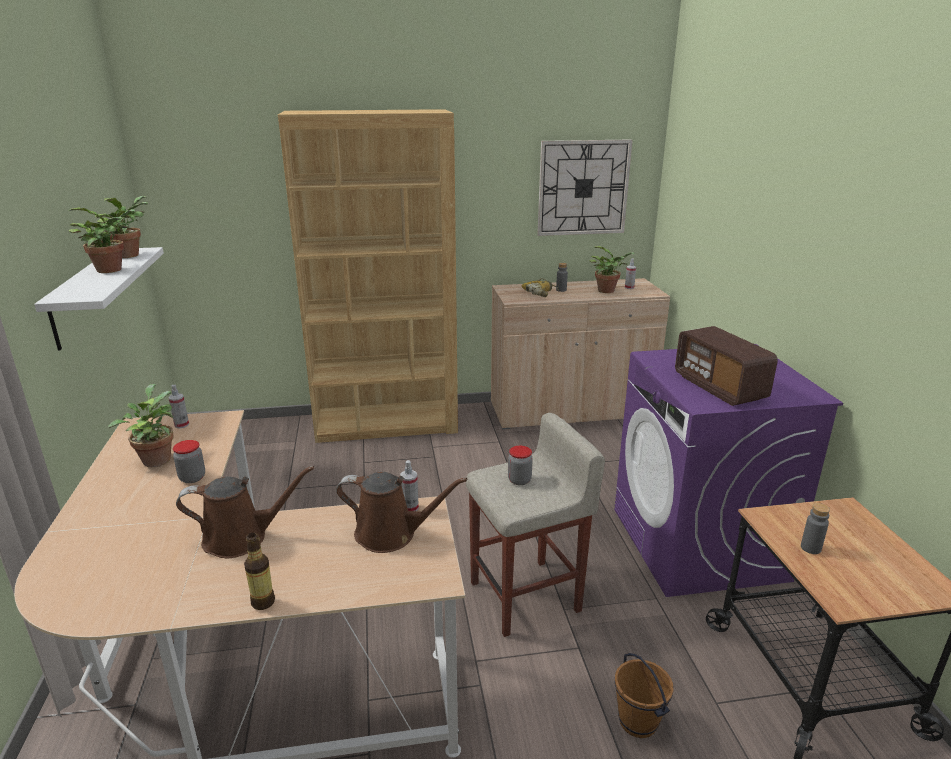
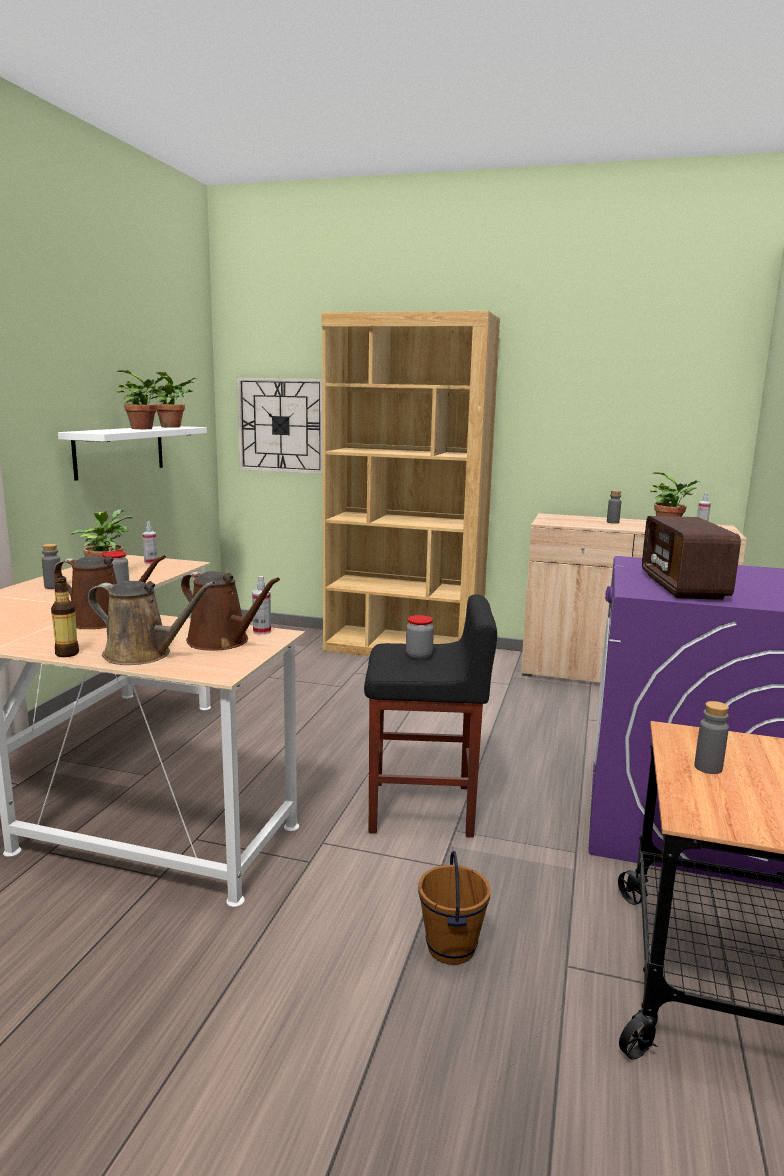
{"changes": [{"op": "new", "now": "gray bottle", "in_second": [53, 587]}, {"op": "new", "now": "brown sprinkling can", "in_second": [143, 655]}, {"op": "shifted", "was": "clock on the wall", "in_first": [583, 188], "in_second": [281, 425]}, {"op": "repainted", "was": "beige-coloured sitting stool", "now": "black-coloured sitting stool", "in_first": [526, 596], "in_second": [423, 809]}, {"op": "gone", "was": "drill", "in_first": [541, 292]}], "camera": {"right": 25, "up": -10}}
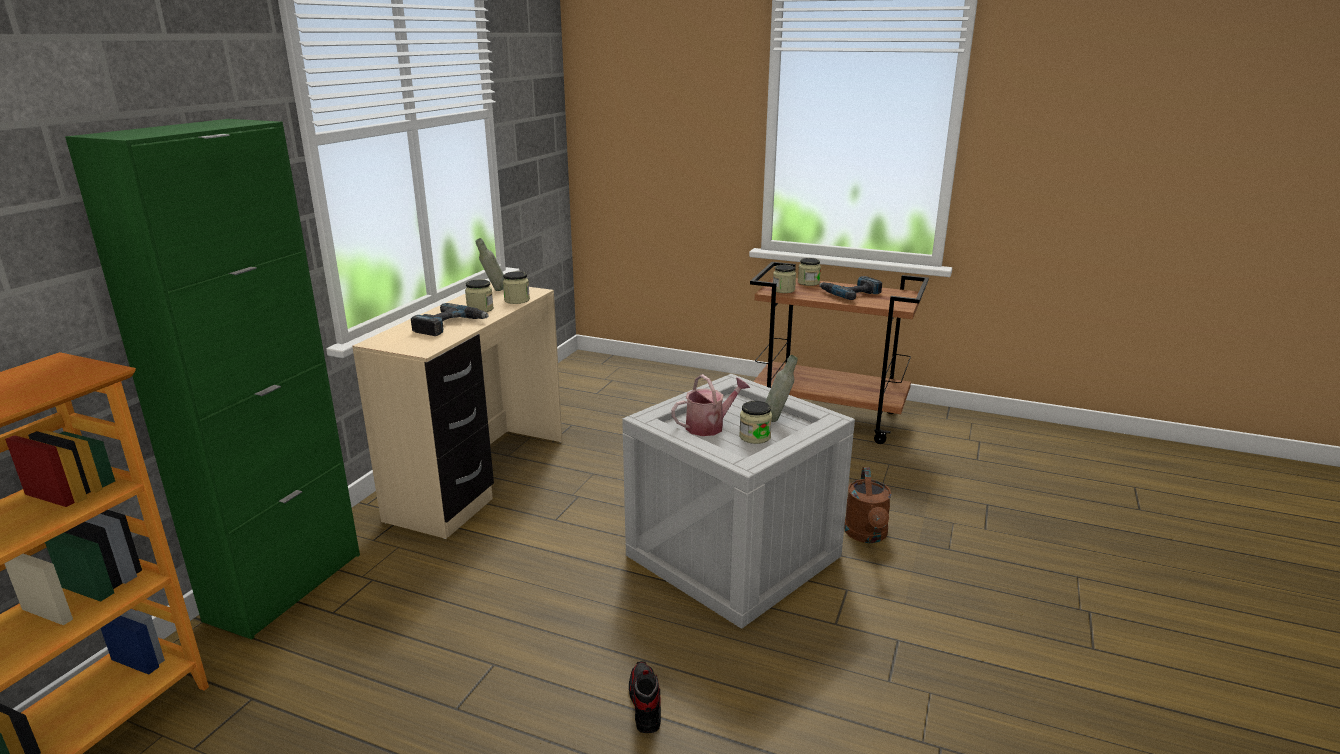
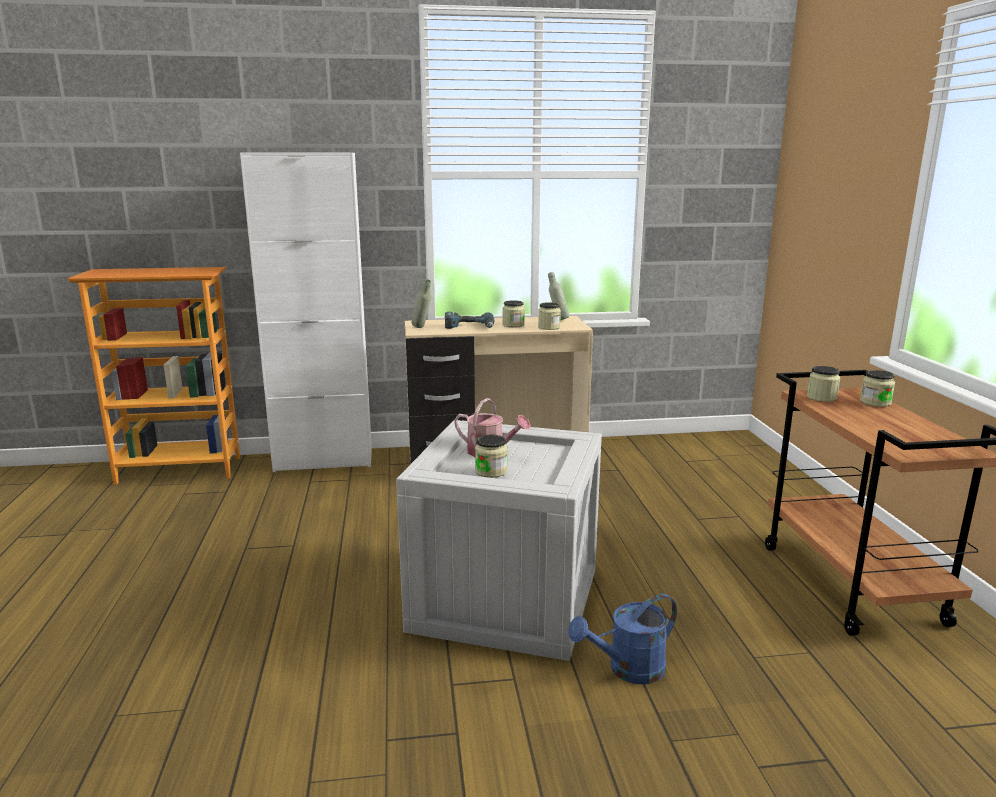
{"changes": [{"op": "repainted", "was": "green cupboard", "now": "whitish cupboard", "in_first": [285, 586], "in_second": [324, 461]}, {"op": "shifted", "was": "gray bottle", "in_first": [777, 419], "in_second": [422, 328]}, {"op": "repainted", "was": "brown sprinkling can", "now": "bluish sprinkling can", "in_first": [867, 535], "in_second": [628, 670]}, {"op": "gone", "was": "shoe", "in_first": [645, 704]}, {"op": "gone", "was": "drill", "in_first": [850, 293]}], "camera": {"right": 60, "up": -5}}
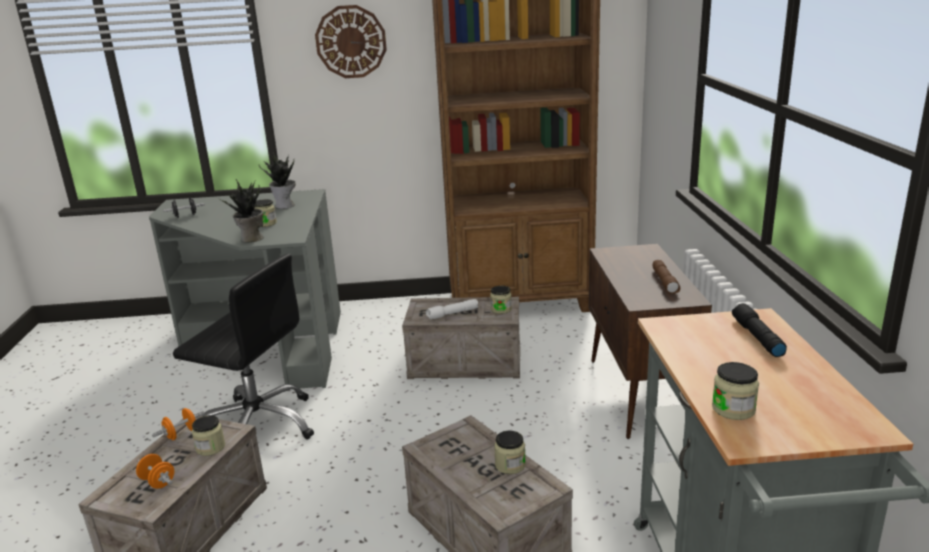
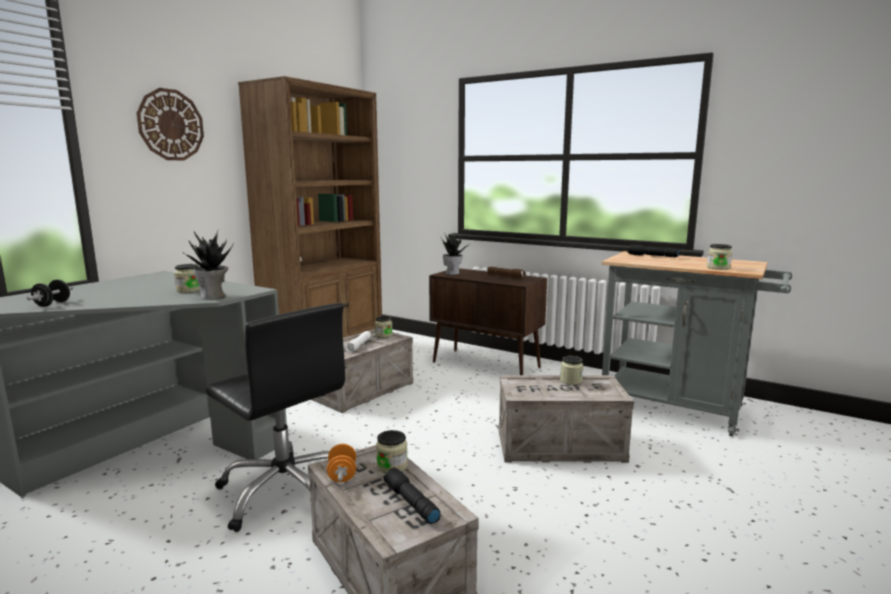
{"changes": [{"op": "rotated", "was": "black-coloured desk chair", "in_first": [258, 426], "in_second": [286, 491], "clockwise": 75}, {"op": "swapped", "was": "orange-coloured free weight", "now": "black-coloured torch", "in_first": [158, 482], "in_second": [410, 503]}, {"op": "shifted", "was": "houseplant", "in_first": [285, 206], "in_second": [452, 273]}], "camera": {"right": -55, "up": -10}}
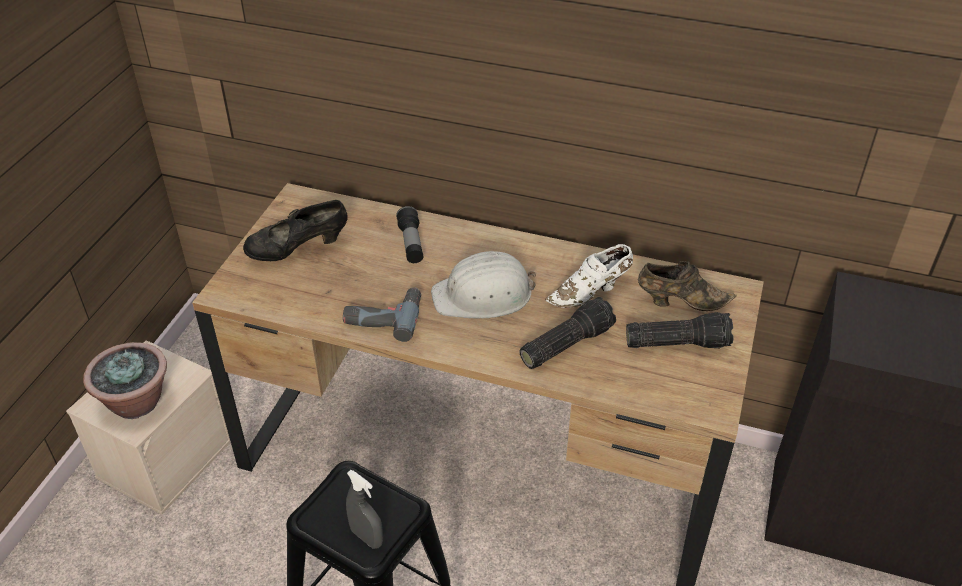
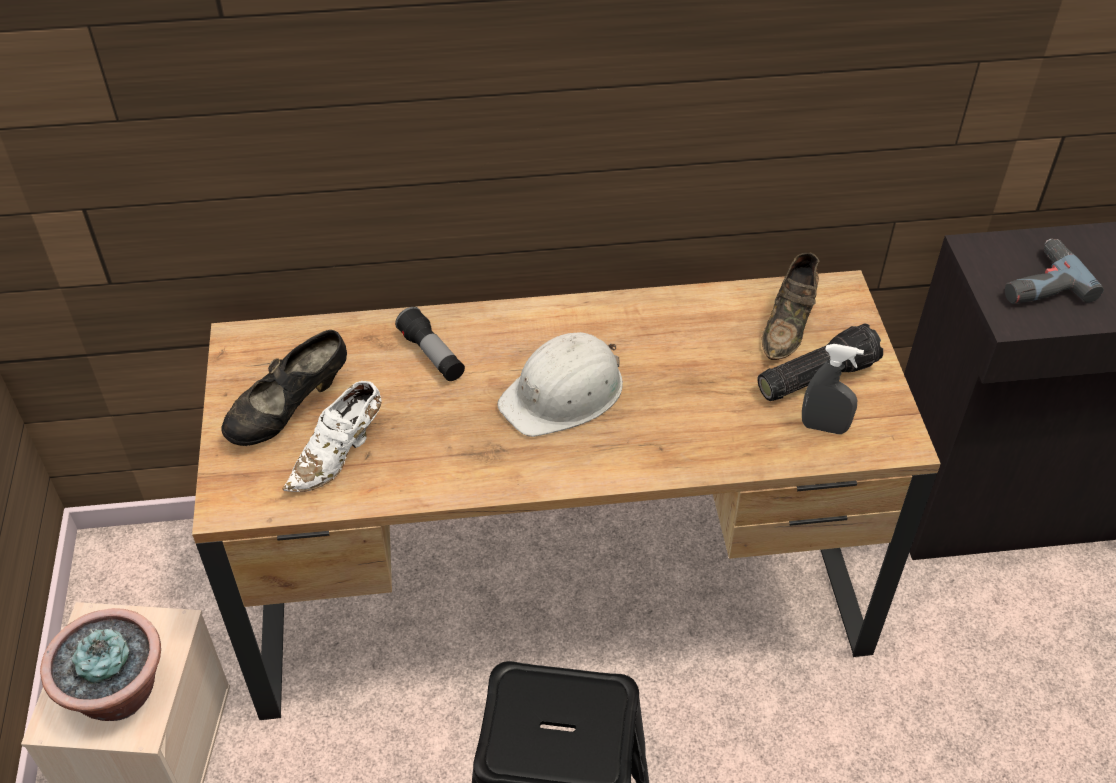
{"changes": [{"op": "shifted", "was": "whitish shoe", "in_first": [591, 292], "in_second": [339, 455]}, {"op": "rotated", "was": "brown shoe", "in_first": [680, 301], "in_second": [789, 325], "clockwise": 135}, {"op": "shifted", "was": "gray sprayer", "in_first": [367, 537], "in_second": [824, 427]}, {"op": "shifted", "was": "drill", "in_first": [384, 316], "in_second": [1038, 282]}, {"op": "gone", "was": "torch", "in_first": [565, 343]}], "camera": {"right": -25, "up": 5}}
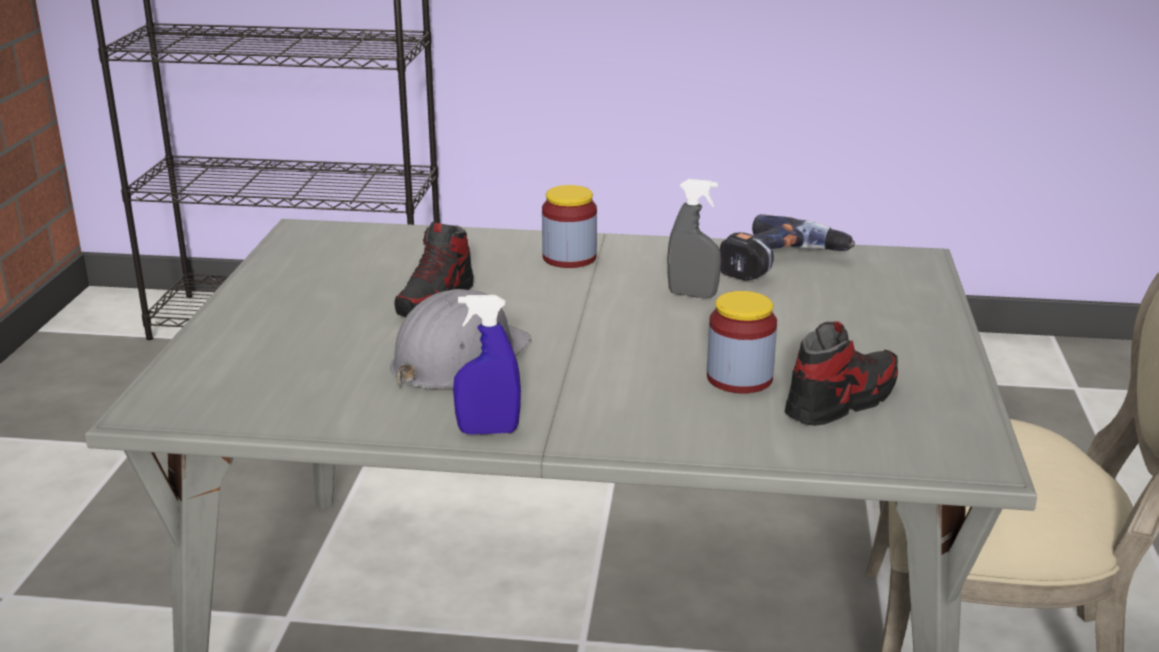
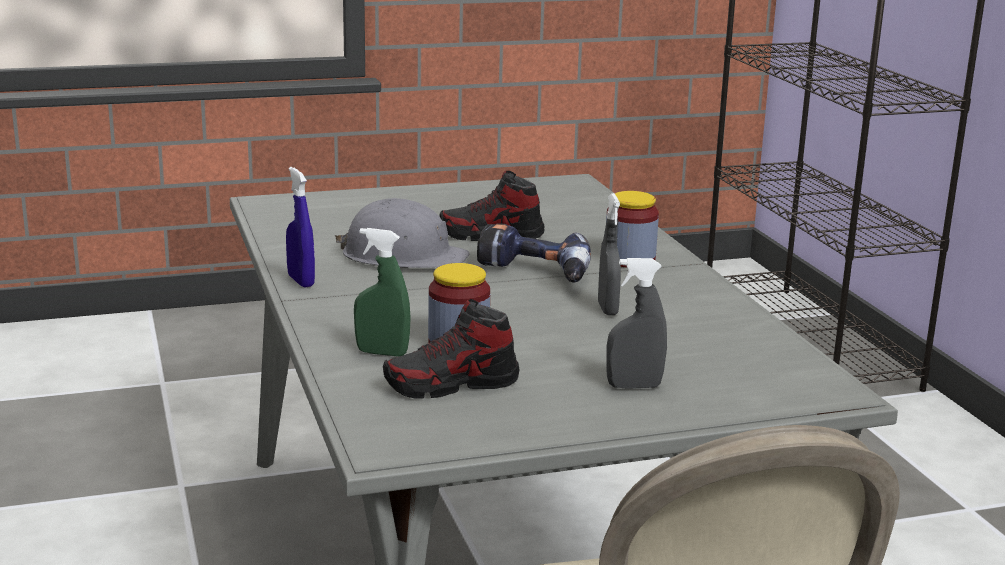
{"changes": [{"op": "new", "now": "green sprayer", "in_second": [382, 353]}, {"op": "rotated", "was": "shoe", "in_first": [841, 401], "in_second": [452, 385], "clockwise": 135}, {"op": "shifted", "was": "drill", "in_first": [781, 266], "in_second": [533, 274]}, {"op": "new", "now": "gray sprayer", "in_second": [634, 386]}], "camera": {"right": 65, "up": -5}}
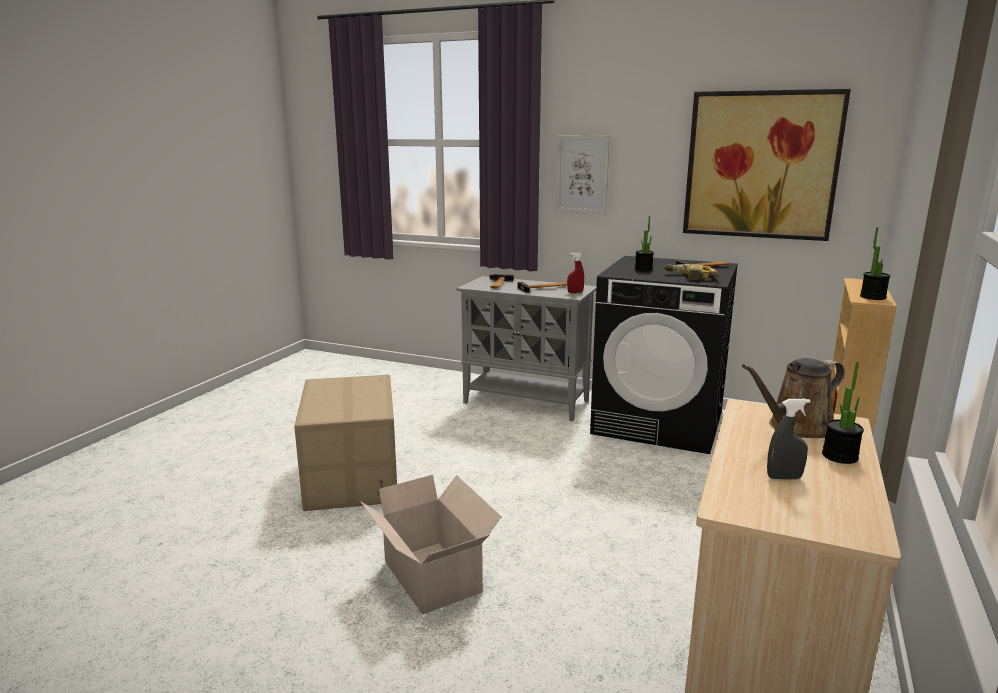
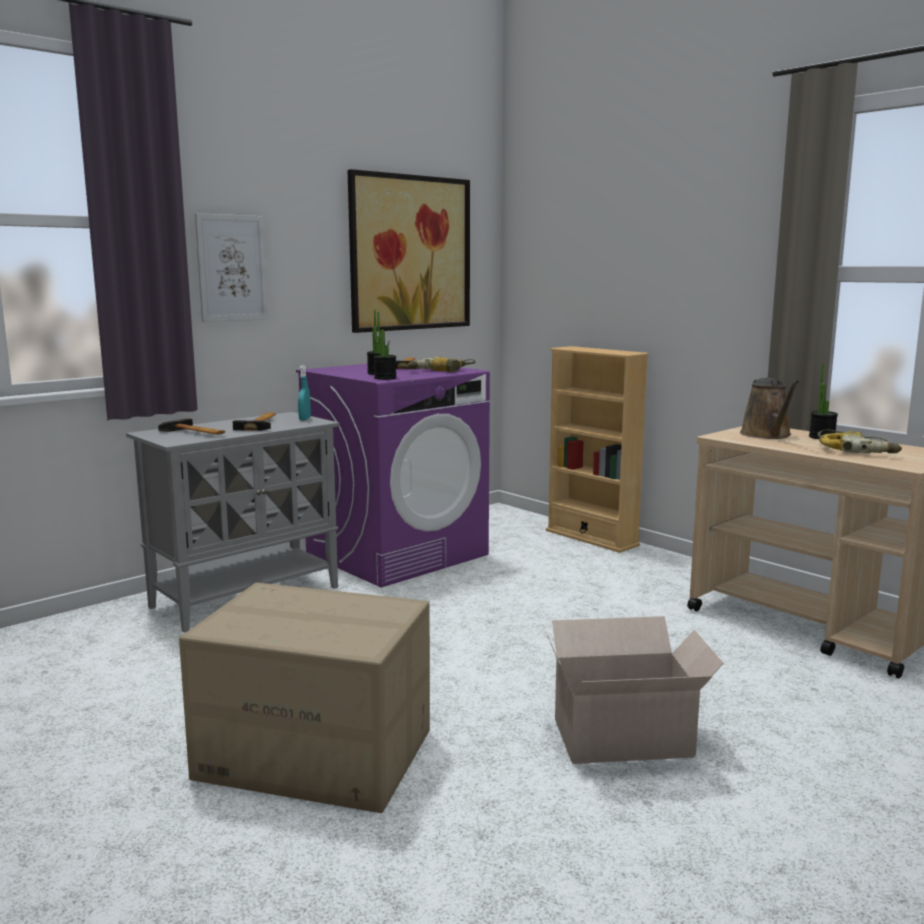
{"changes": [{"op": "repainted", "was": "black-coloured laundry machine", "now": "purple-coloured laundry machine", "in_first": [659, 422], "in_second": [397, 554]}, {"op": "repainted", "was": "reddish sprayer", "now": "turquoise-coloured sprayer", "in_first": [575, 292], "in_second": [304, 419]}, {"op": "shifted", "was": "houseplant", "in_first": [872, 297], "in_second": [385, 378]}, {"op": "swapped", "was": "gray sprayer", "now": "drill", "in_first": [784, 477], "in_second": [857, 450]}], "camera": {"right": -65, "up": -5}}
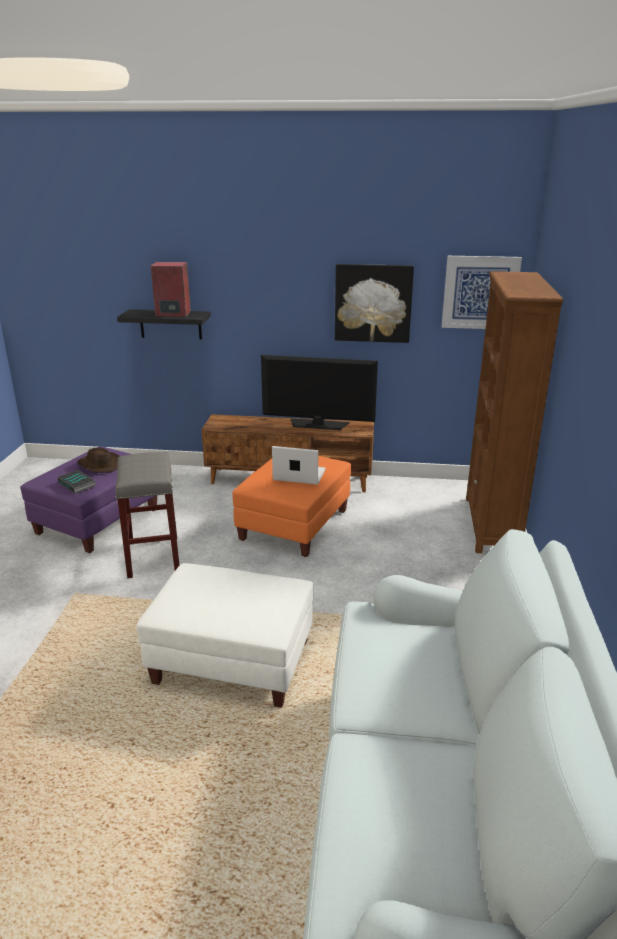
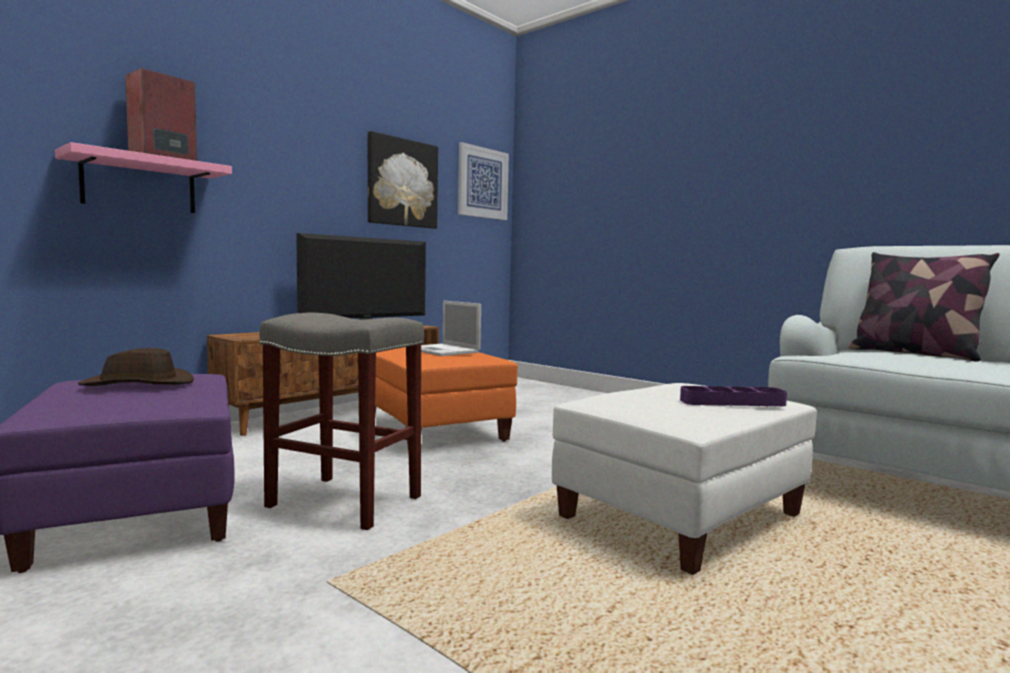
{"changes": [{"op": "repainted", "was": "black-coloured wall shelf", "now": "pinkish wall shelf", "in_first": [170, 324], "in_second": [139, 185]}, {"op": "rotated", "was": "portable computer", "in_first": [298, 475], "in_second": [444, 351], "clockwise": -90}, {"op": "new", "now": "purple-coloured serving tray", "in_second": [732, 402]}, {"op": "new", "now": "cushion", "in_second": [914, 354]}, {"op": "gone", "was": "book", "in_first": [78, 484]}, {"op": "gone", "was": "brown bookshelf", "in_first": [491, 525]}], "camera": {"right": -55, "up": -20}}
